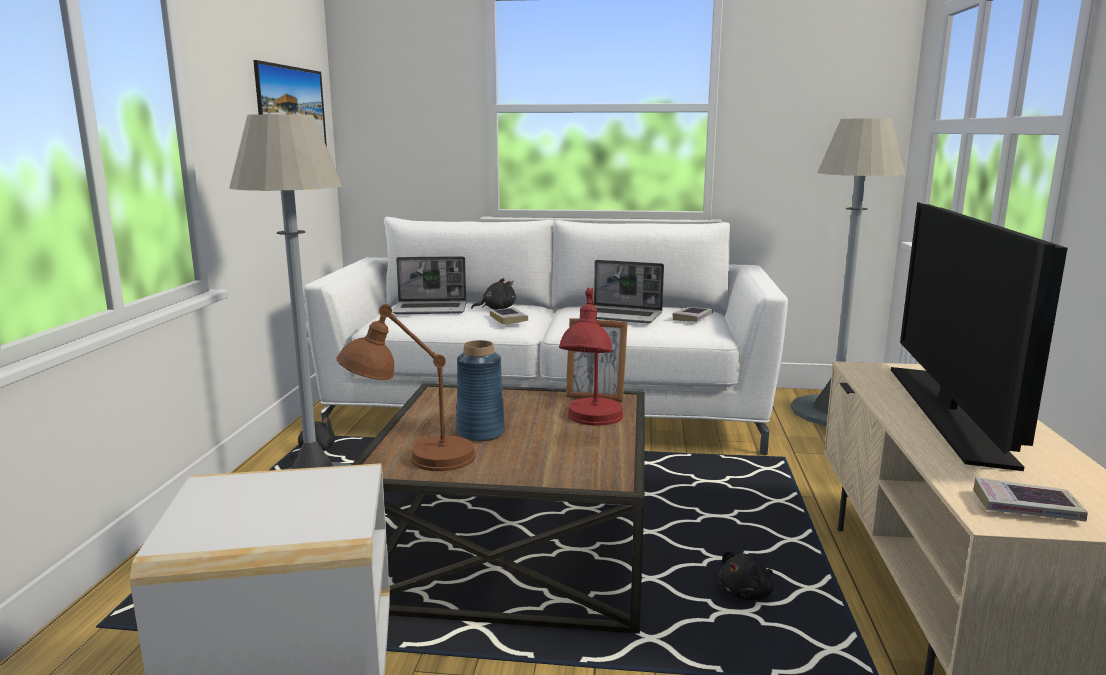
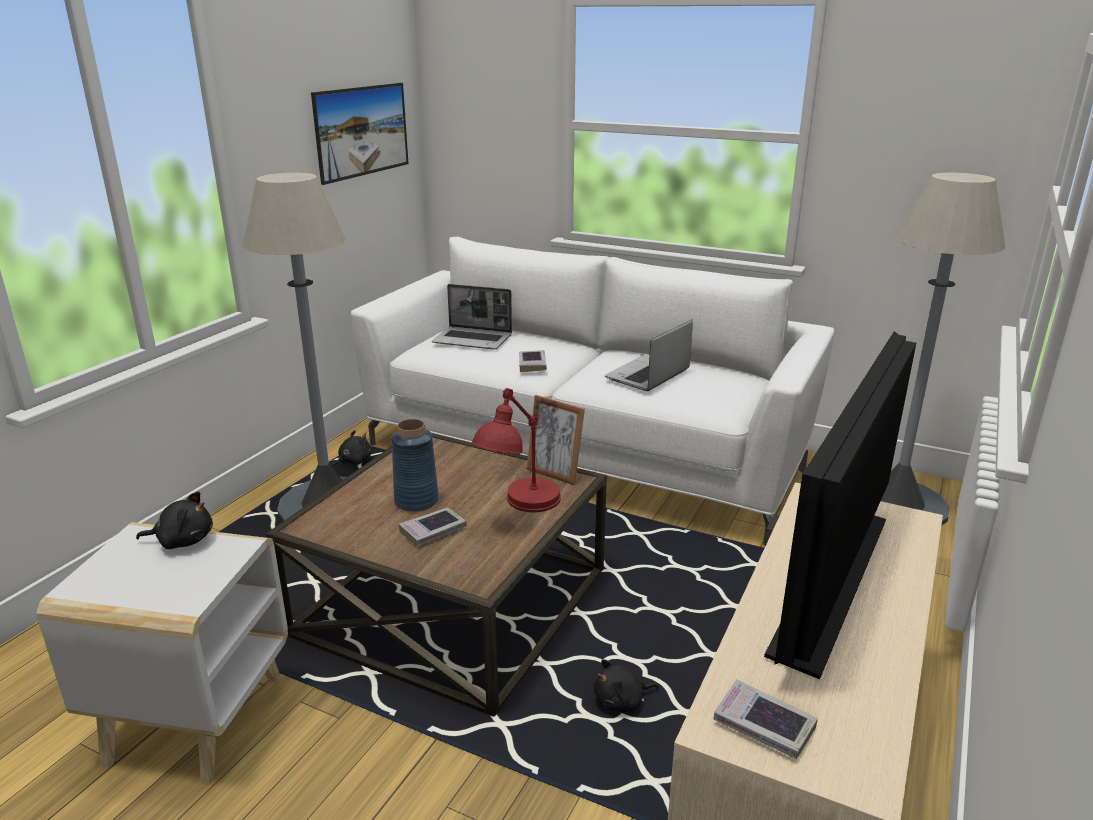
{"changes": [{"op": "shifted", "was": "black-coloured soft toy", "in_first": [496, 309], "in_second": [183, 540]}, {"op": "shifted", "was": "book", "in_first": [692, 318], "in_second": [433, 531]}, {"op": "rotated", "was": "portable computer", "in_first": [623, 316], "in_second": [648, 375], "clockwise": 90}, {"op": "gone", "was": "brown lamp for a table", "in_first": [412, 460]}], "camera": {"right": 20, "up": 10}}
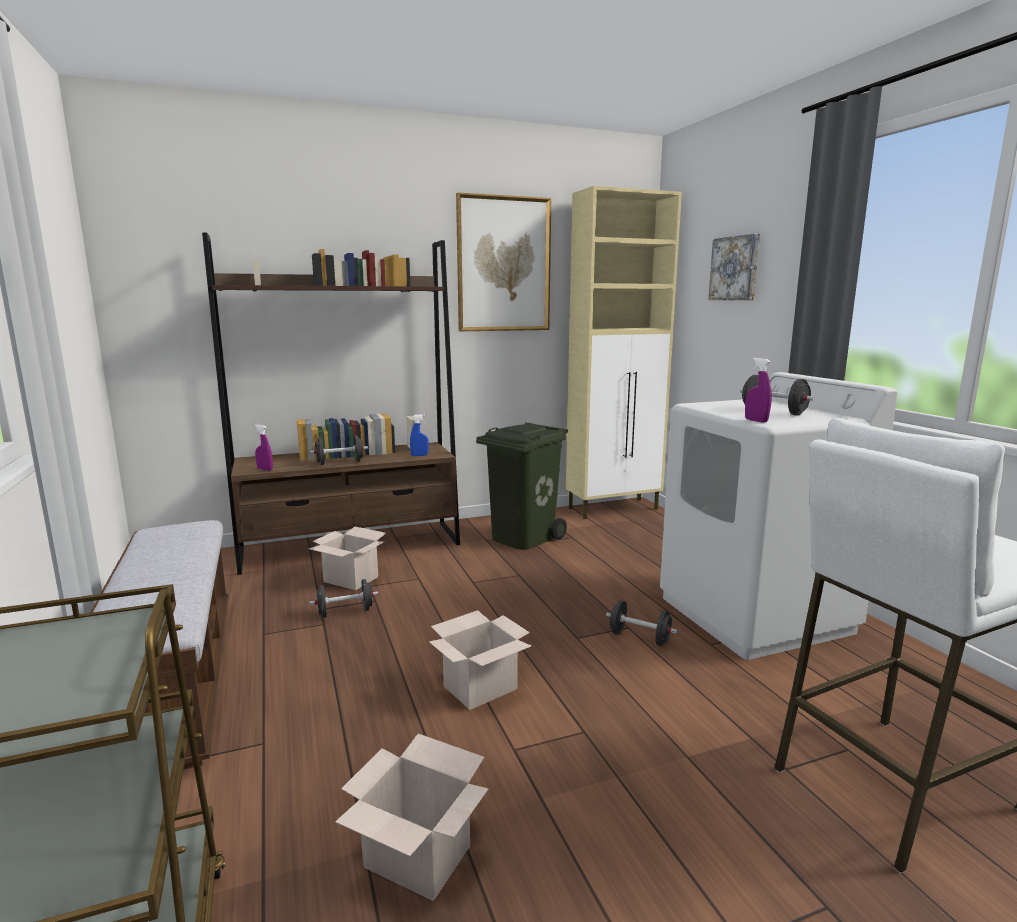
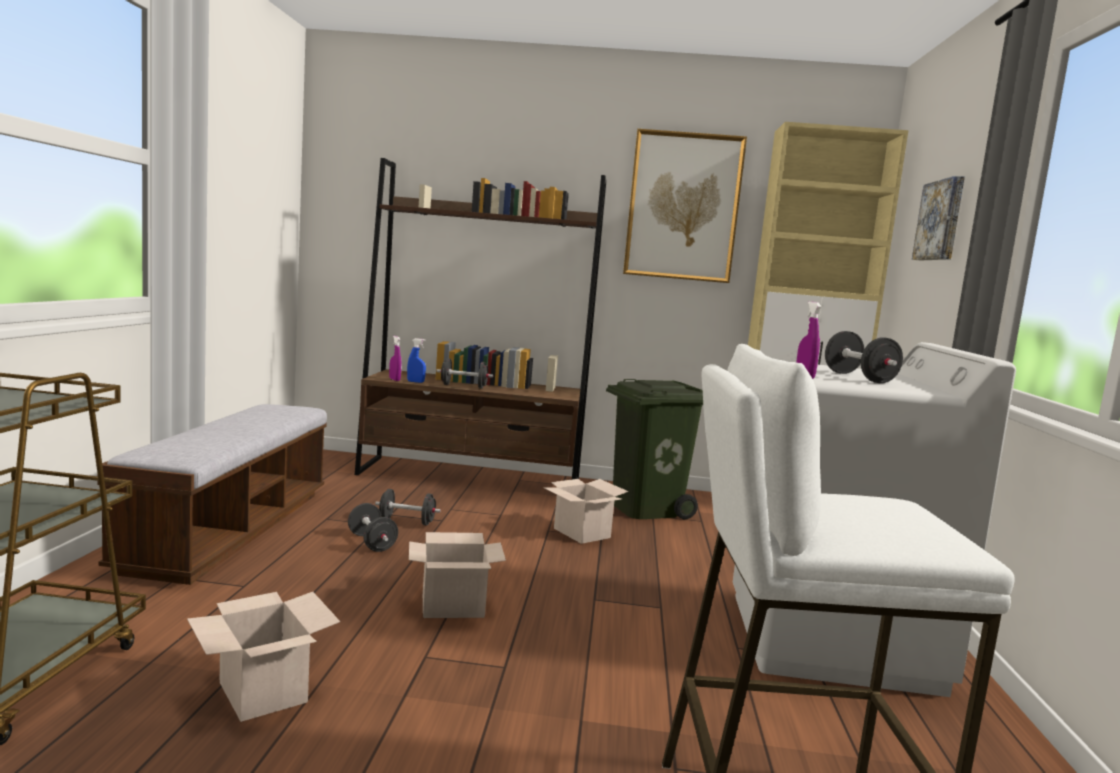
{"changes": [{"op": "shifted", "was": "black-coloured free weight", "in_first": [639, 638], "in_second": [371, 543]}, {"op": "shifted", "was": "bluish sprayer", "in_first": [419, 455], "in_second": [415, 382]}, {"op": "shifted", "was": "packing box", "in_first": [349, 579], "in_second": [580, 533]}], "camera": {"right": 25, "up": -5}}
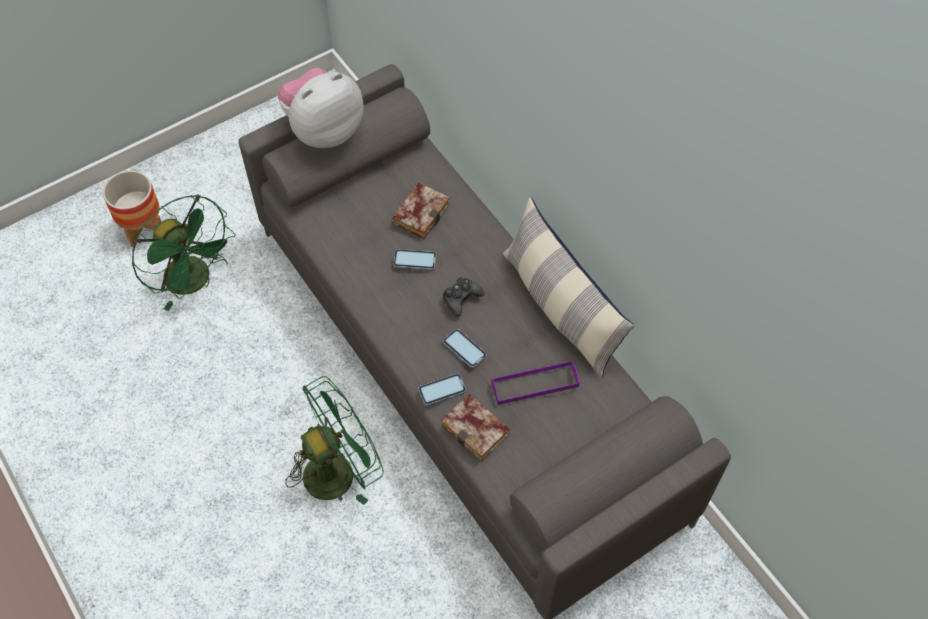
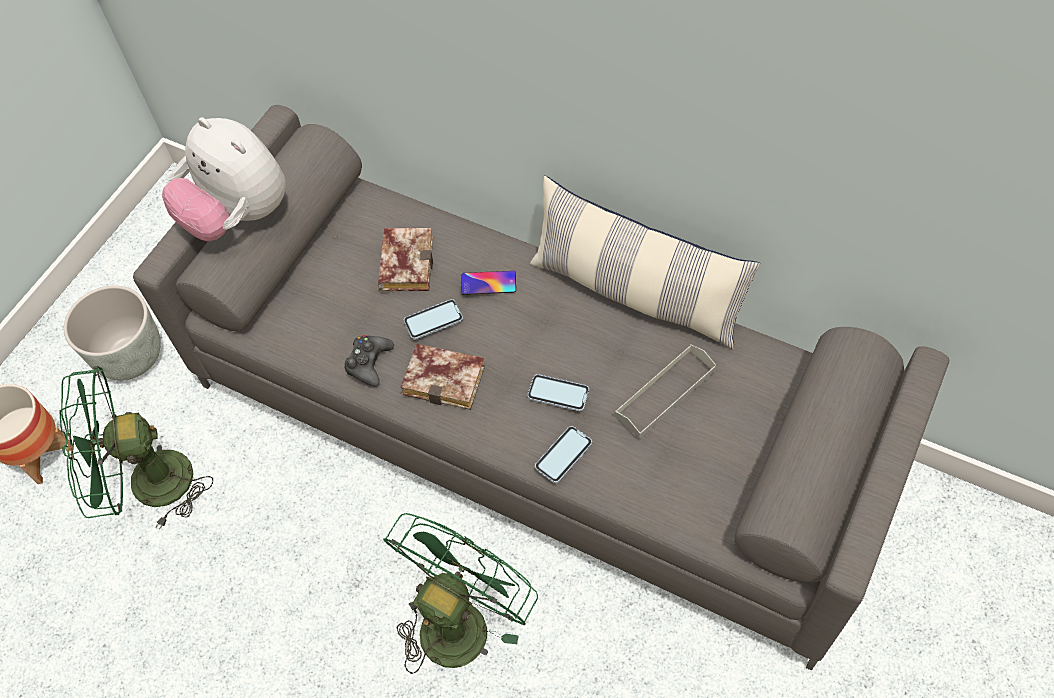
{"changes": [{"op": "rotated", "was": "green cooling fan", "in_first": [195, 281], "in_second": [147, 485], "clockwise": 150}, {"op": "new", "now": "gray planter", "in_second": [130, 357]}, {"op": "rotated", "was": "soft toy", "in_first": [324, 130], "in_second": [238, 216], "clockwise": -75}, {"op": "shifted", "was": "black-coloured joypad", "in_first": [461, 298], "in_second": [369, 363]}, {"op": "shifted", "was": "book", "in_first": [478, 430], "in_second": [448, 379]}, {"op": "new", "now": "handset", "in_second": [488, 283]}, {"op": "repainted", "was": "purple-coloured serving tray", "now": "gray serving tray", "in_first": [534, 384], "in_second": [665, 393]}], "camera": {"right": -25, "up": 0}}
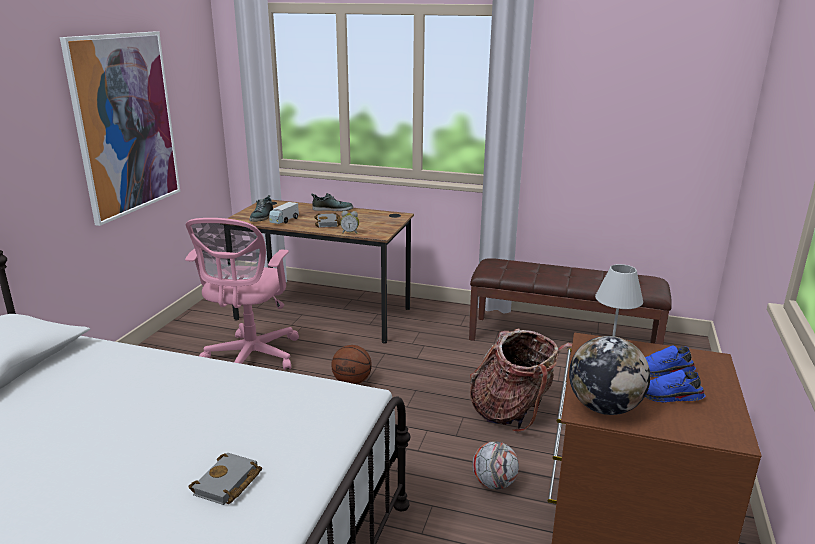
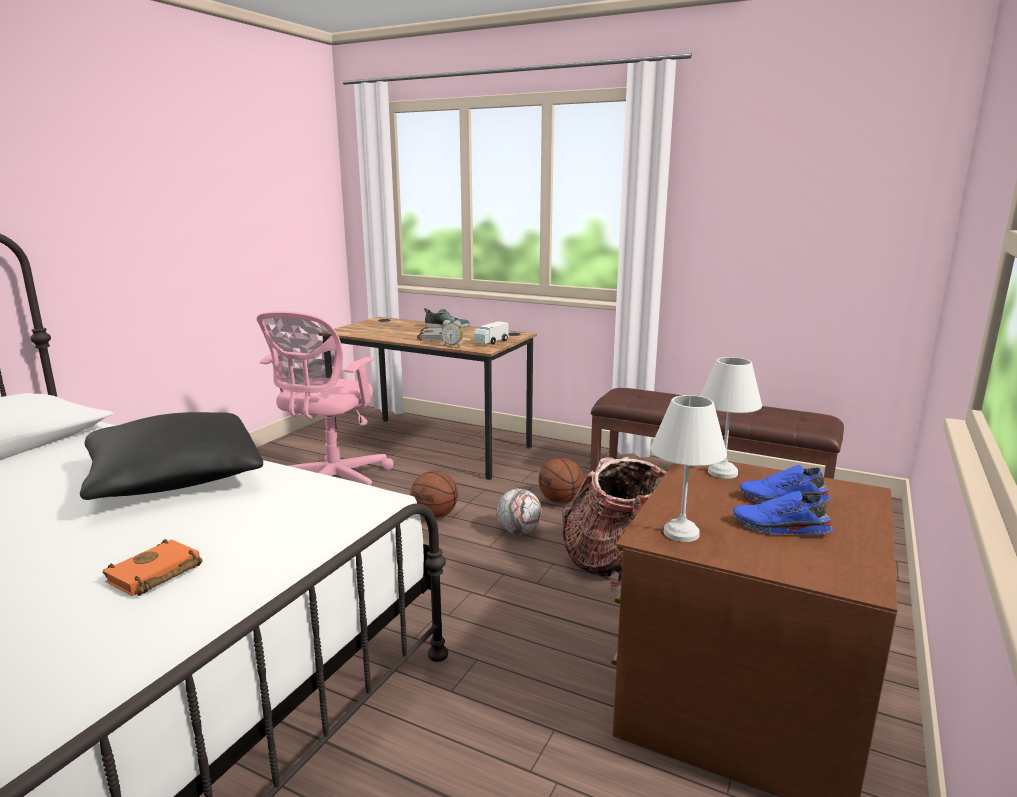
{"changes": [{"op": "new", "now": "black-coloured cushion", "in_second": [175, 478]}, {"op": "repainted", "was": "gray book", "now": "orange-coloured book", "in_first": [227, 484], "in_second": [154, 575]}, {"op": "shifted", "was": "toy lorry", "in_first": [284, 220], "in_second": [491, 342]}, {"op": "shifted", "was": "football ball", "in_first": [494, 483], "in_second": [518, 531]}, {"op": "new", "now": "ball for basketball", "in_second": [561, 501]}, {"op": "swapped", "was": "globe", "now": "whitish lamp for a table", "in_first": [604, 407], "in_second": [683, 533]}, {"op": "gone", "was": "wall picture", "in_first": [125, 124]}, {"op": "gone", "was": "shoe", "in_first": [262, 216]}], "camera": {"right": 10, "up": -5}}
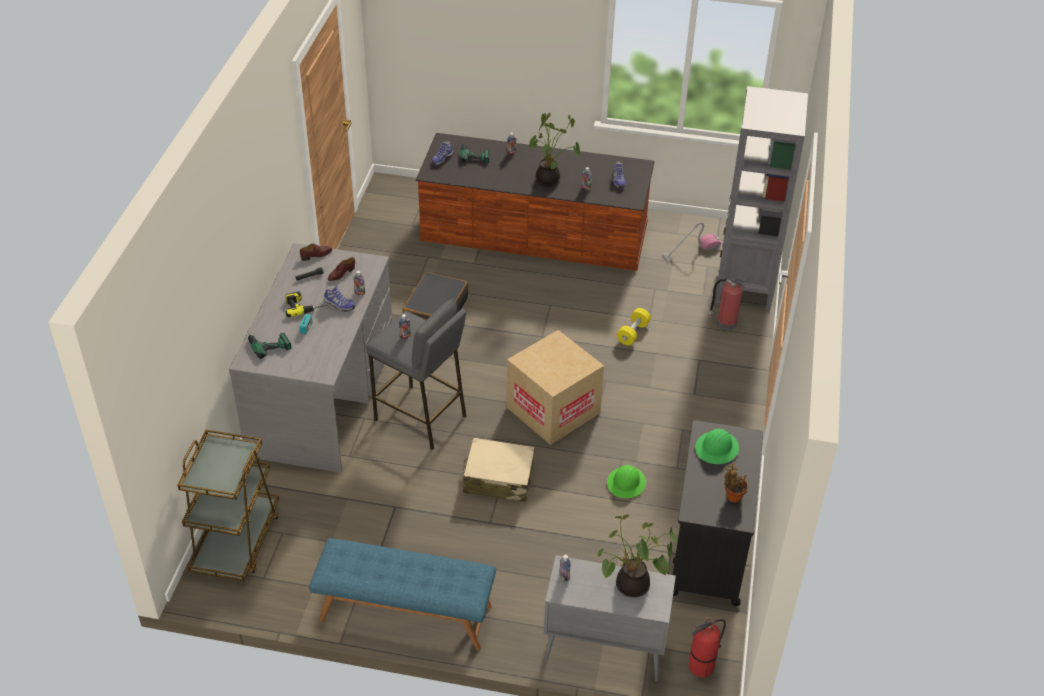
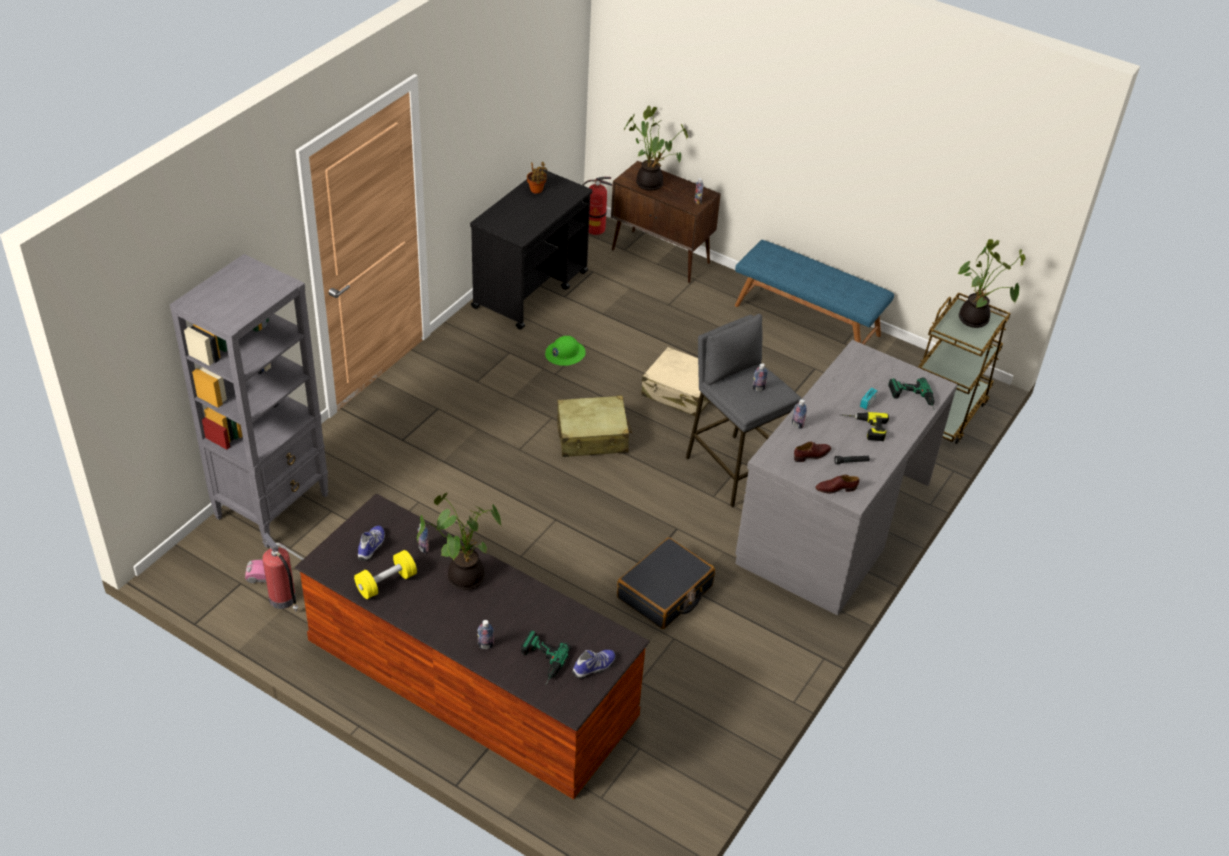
{"changes": [{"op": "shifted", "was": "fire extinguisher", "in_first": [725, 323], "in_second": [283, 599]}, {"op": "shifted", "was": "yellow-coloured free weight", "in_first": [633, 333], "in_second": [386, 583]}, {"op": "swapped", "was": "packing box", "now": "beige-coloured travel case", "in_first": [553, 410], "in_second": [592, 436]}, {"op": "repainted", "was": "gray cupboard", "now": "brown cupboard", "in_first": [603, 650], "in_second": [661, 257]}, {"op": "new", "now": "houseplant", "in_second": [975, 320]}, {"op": "gone", "was": "shoe", "in_first": [339, 305]}, {"op": "gone", "was": "green safety helmet", "in_first": [717, 449]}], "camera": {"right": -160, "up": 0}}
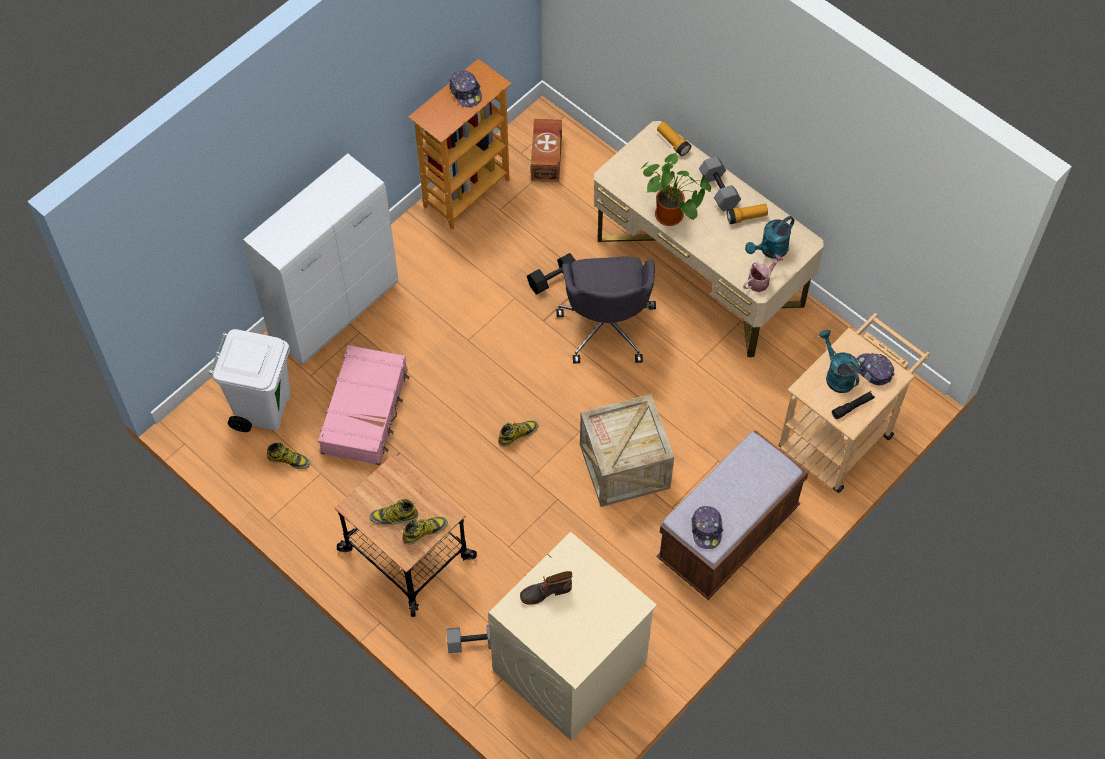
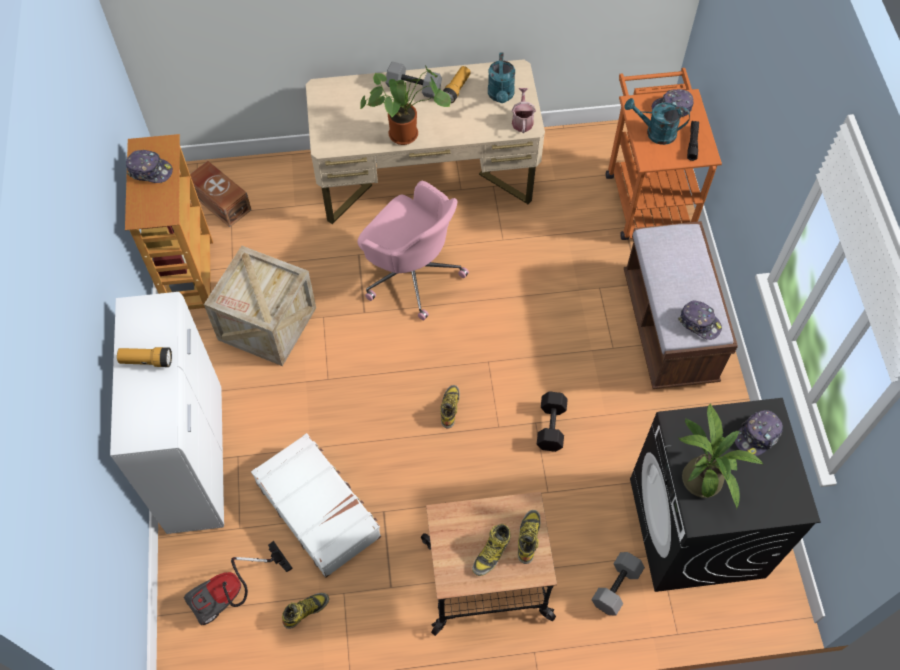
{"changes": [{"op": "shifted", "was": "torch", "in_first": [673, 142], "in_second": [147, 361]}, {"op": "swapped", "was": "whitish waste bin", "now": "vacuum cleaner", "in_first": [263, 408], "in_second": [233, 593]}, {"op": "shifted", "was": "shipping crate", "in_first": [624, 466], "in_second": [267, 323]}, {"op": "repainted", "was": "pinkish travel case", "now": "whitish travel case", "in_first": [366, 411], "in_second": [318, 509]}, {"op": "repainted", "was": "gray desk chair", "now": "pinkish desk chair", "in_first": [606, 325], "in_second": [411, 272]}, {"op": "shifted", "was": "black-coloured free weight", "in_first": [553, 278], "in_second": [550, 425]}, {"op": "repainted", "was": "beige-coloured cart", "now": "orange-coloured cart", "in_first": [841, 434], "in_second": [646, 195]}, {"op": "repainted", "was": "beige-coloured laundry machine", "now": "black-coloured laundry machine", "in_first": [569, 667], "in_second": [696, 528]}, {"op": "swapped", "was": "boot", "now": "houseplant", "in_first": [545, 591], "in_second": [703, 474]}, {"op": "new", "now": "cap", "in_second": [757, 436]}], "camera": {"right": -50, "up": 0}}
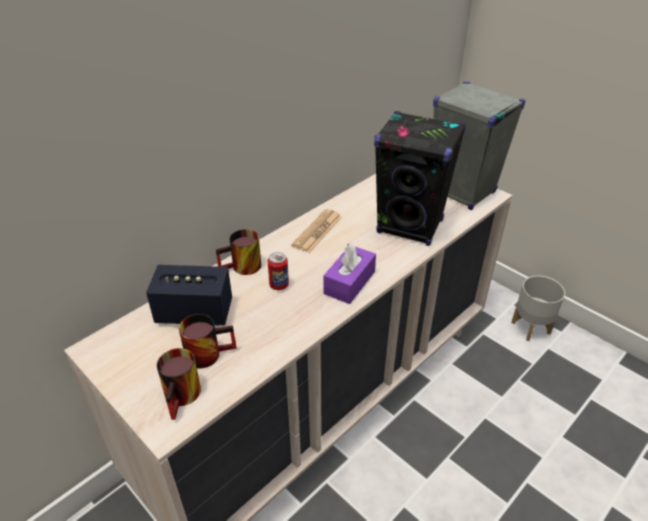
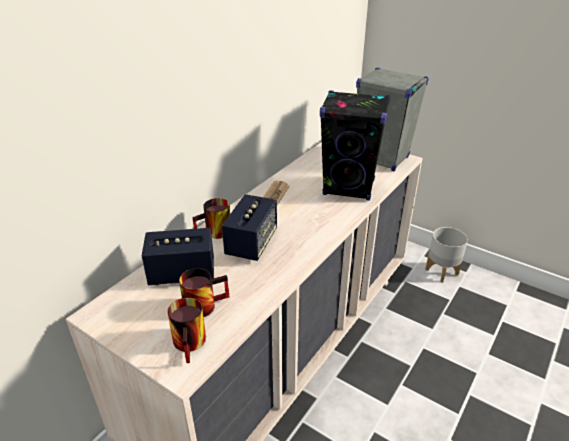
{"changes": [{"op": "swapped", "was": "metal can", "now": "audio speaker", "in_first": [279, 285], "in_second": [251, 243]}, {"op": "gone", "was": "purple-coloured box of tissues", "in_first": [349, 282]}], "camera": {"right": -10, "up": -5}}
